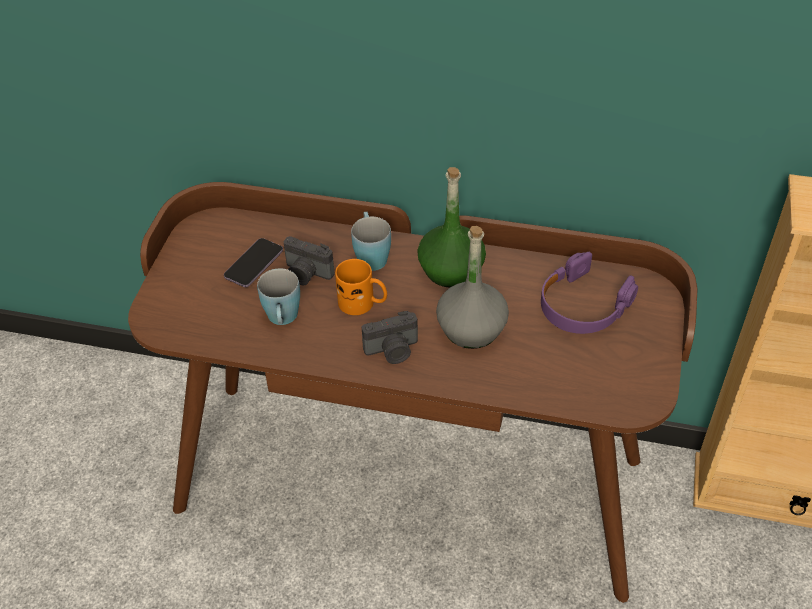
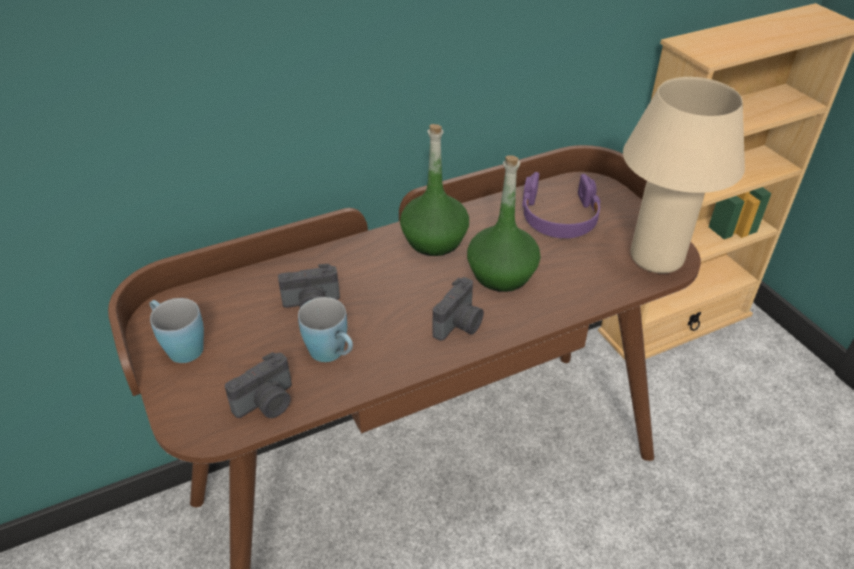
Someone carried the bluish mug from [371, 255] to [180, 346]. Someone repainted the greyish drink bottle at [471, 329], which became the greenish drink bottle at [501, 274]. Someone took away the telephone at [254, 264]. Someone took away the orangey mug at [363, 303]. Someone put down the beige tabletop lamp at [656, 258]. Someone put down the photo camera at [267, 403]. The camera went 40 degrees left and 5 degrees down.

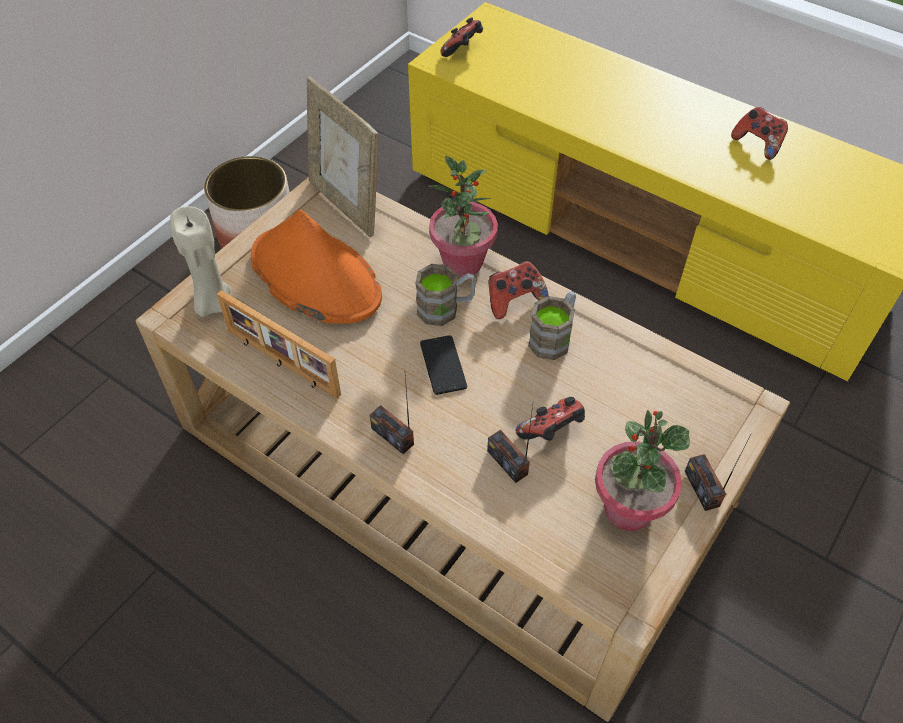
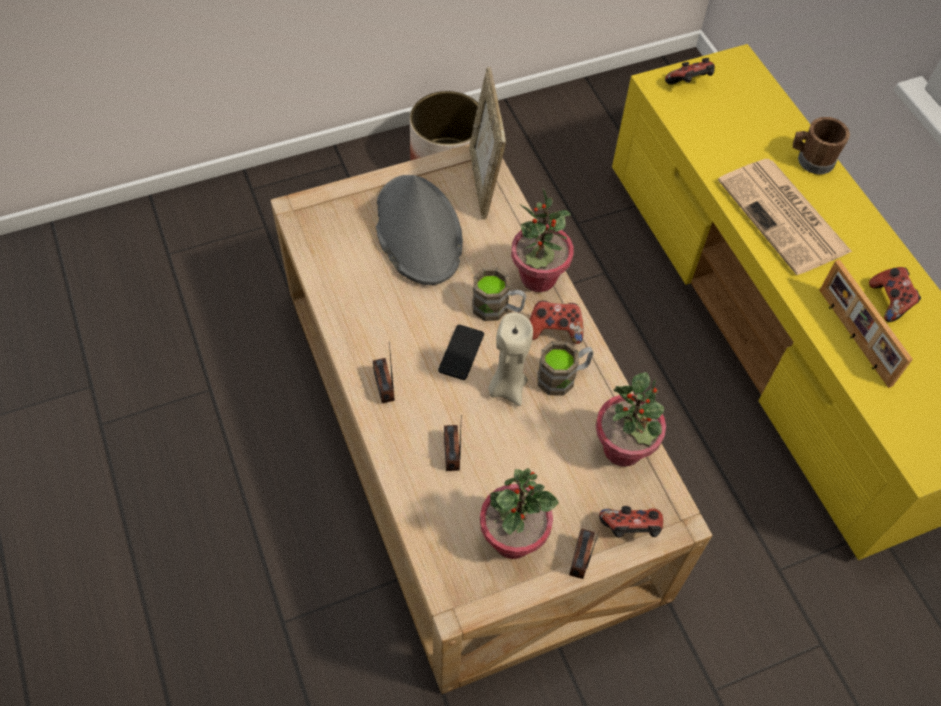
Someone carried the beige wax light from [213, 303] to [507, 387]. Someone repainted the orangey wearable hat at [314, 276], which became the greyish wearable hat at [417, 230]. Someone carried the picture frame from [281, 363] to [853, 337]. Someone carried the game controller from [551, 431] to [630, 530]. Someone put down the brown mug at [811, 160]. Someone put down the newspaper at [785, 217]. Someone put down the potted plant at [623, 449]. The camera went 30 degrees right and 5 degrees up.

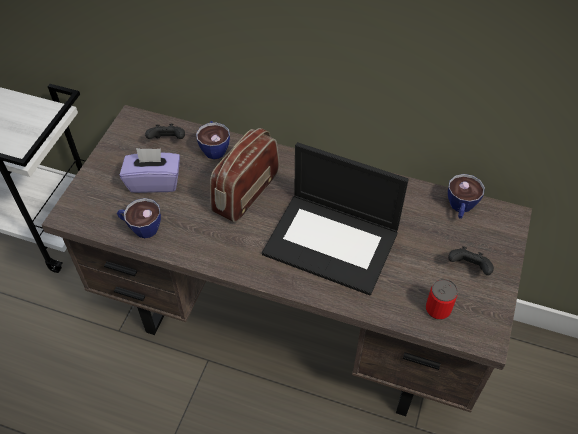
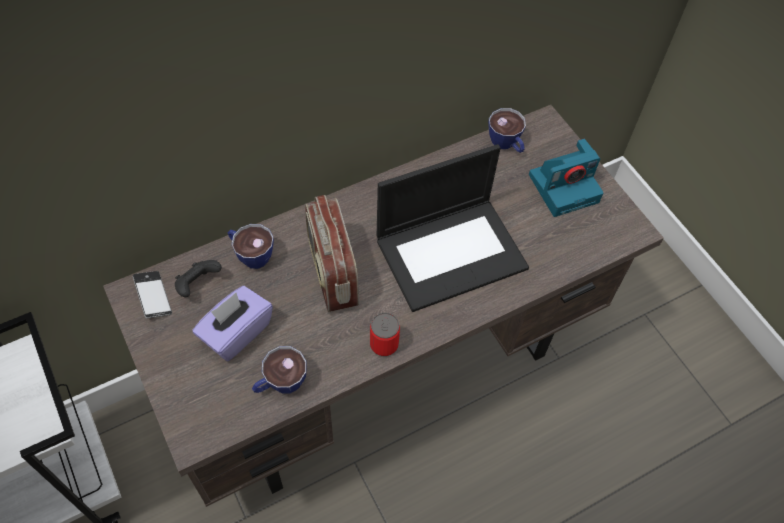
Someone swapped the black game controller at [468, 268] for the photo camera at [564, 187]. Someone carried the can from [438, 309] to [384, 344]. Someone put down the telephone at [153, 297]. The camera went 50 degrees left and 5 degrees up.

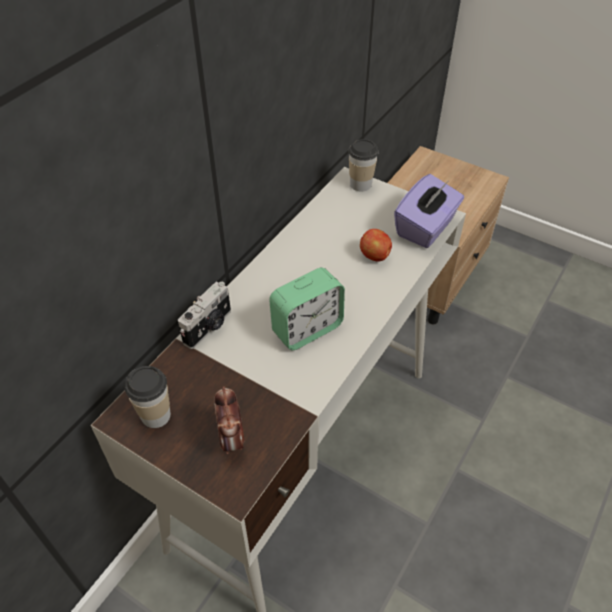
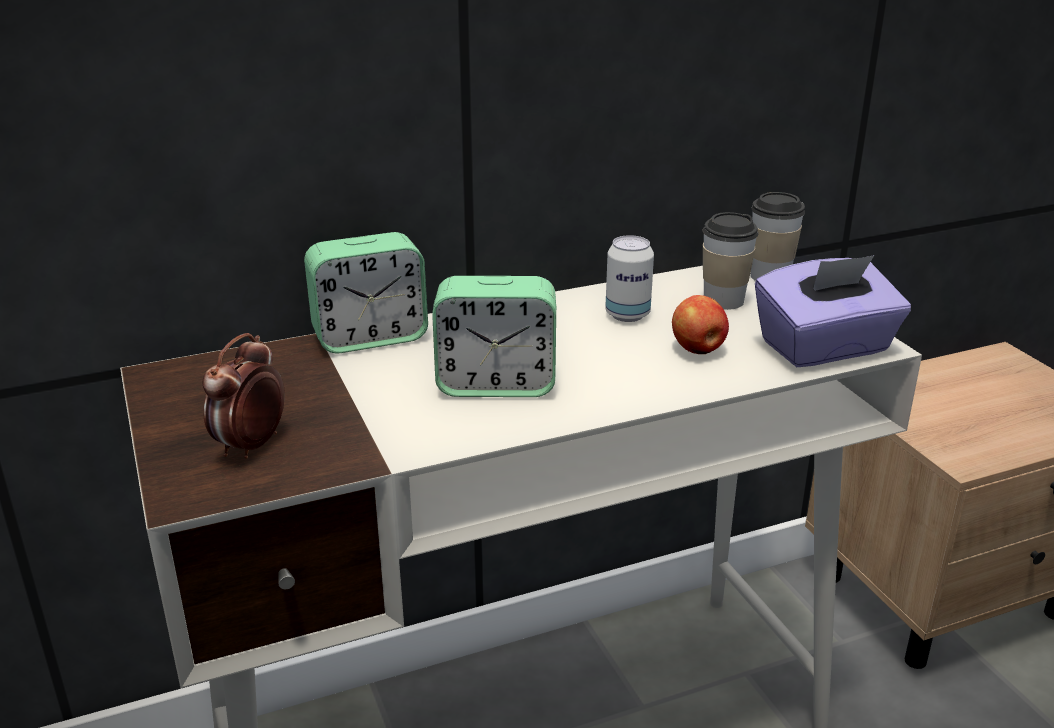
Someone swapped the photo camera at [209, 327] for the table clock at [370, 337]. Someone carried the small cup from [155, 415] to [723, 300]. Someone put down the can at [627, 315]. The camera went 35 degrees right and 20 degrees down.

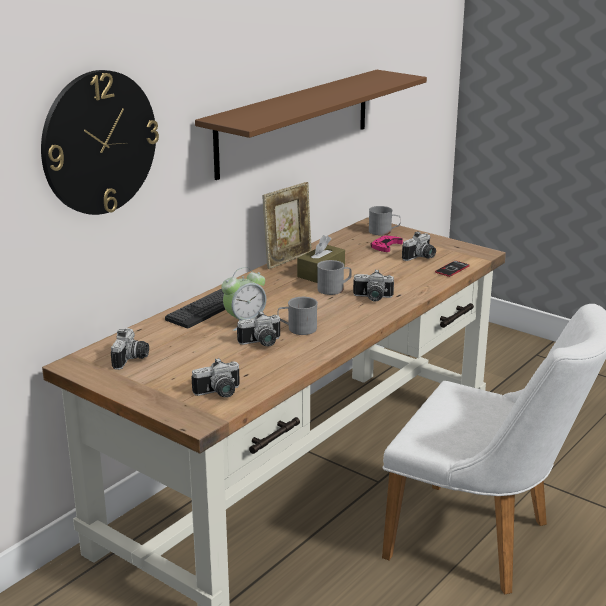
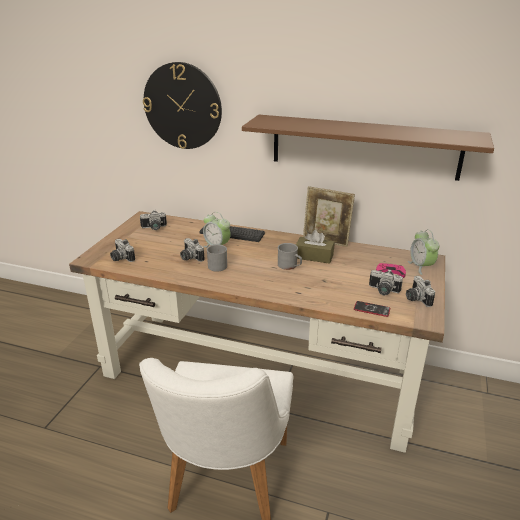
Someone swapped the greyish mug at [384, 231] for the table clock at [421, 267]. Someone carried the photo camera from [372, 298] to [416, 298]. The camera went 70 degrees right and 5 degrees up.

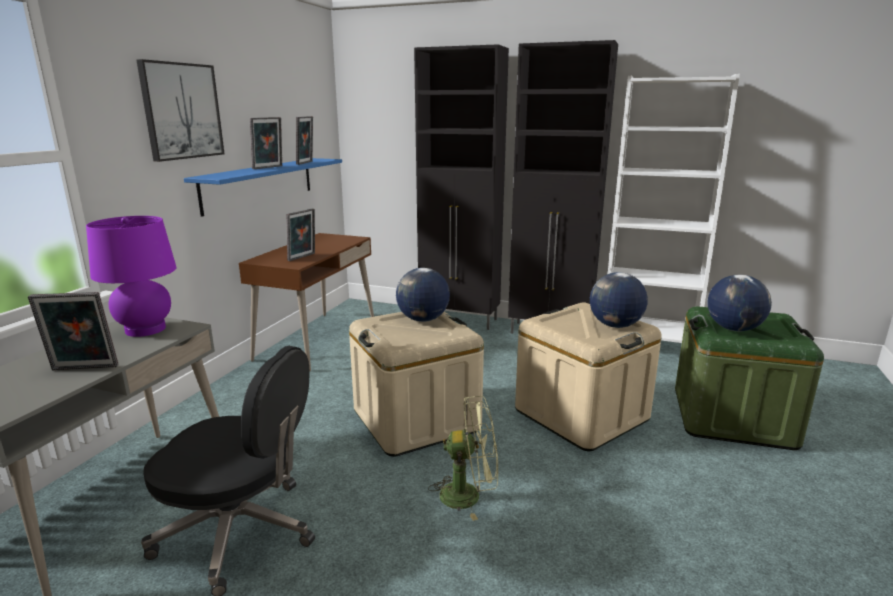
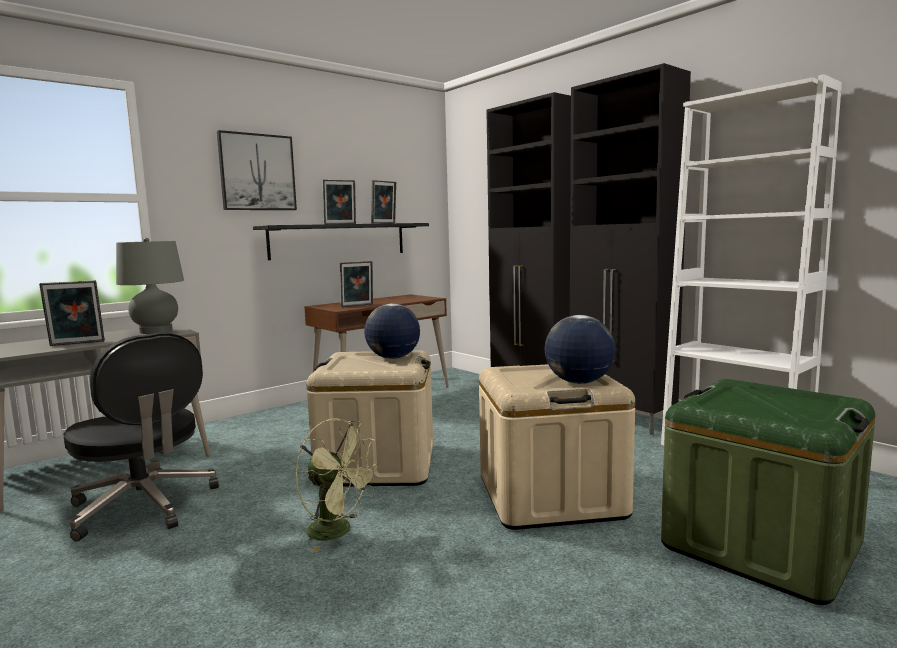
Someone repainted the bluish wall shelf at [260, 184], which became the black wall shelf at [339, 240]. Someone repainted the purple-coloured tabletop lamp at [145, 329], which became the greyish tabletop lamp at [156, 331]. Someone took away the globe at [733, 329]. Someone rotated the picture frame at [83, 369] by 45 degrees counterclockwise. The camera went 30 degrees right and 10 degrees down.

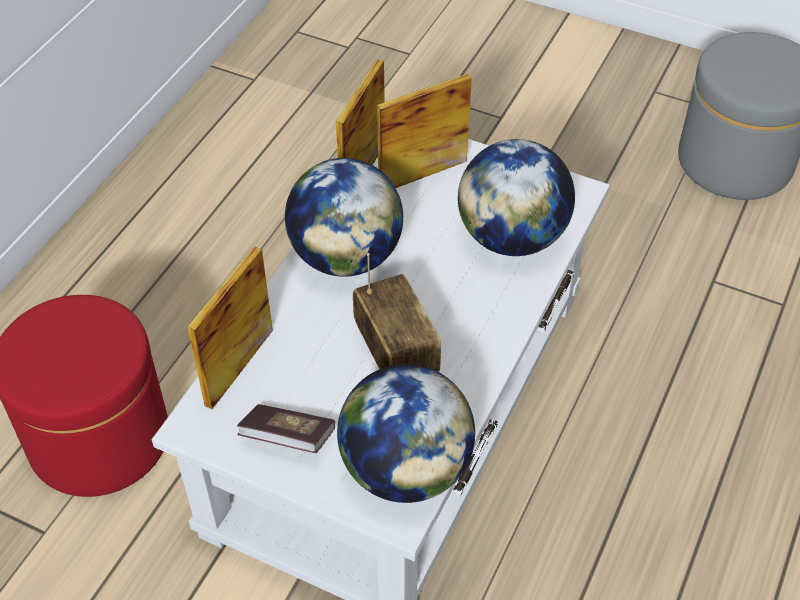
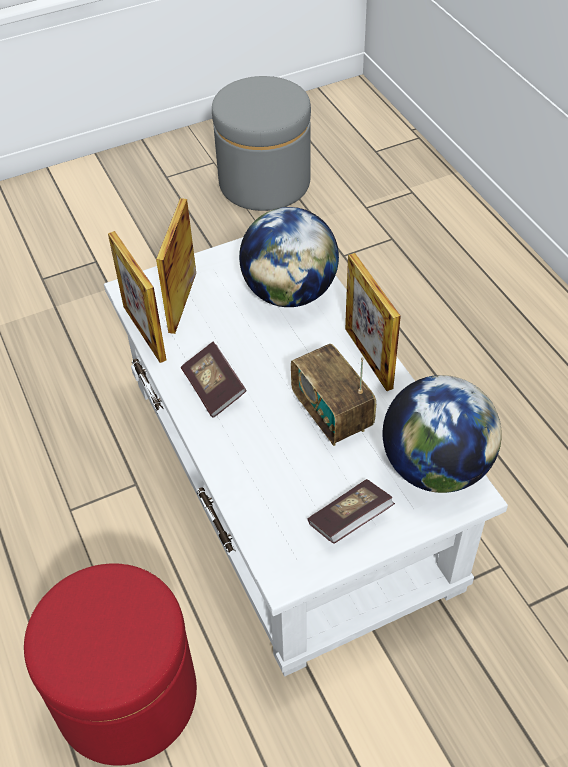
Someone swapped the globe at [346, 257] for the book at [214, 389]. Someone carried the picture frame from [239, 367] to [368, 358]. Someone rotated the radio at [396, 355] by 135 degrees counterclockwise. The camera went 50 degrees left and 0 degrees up.

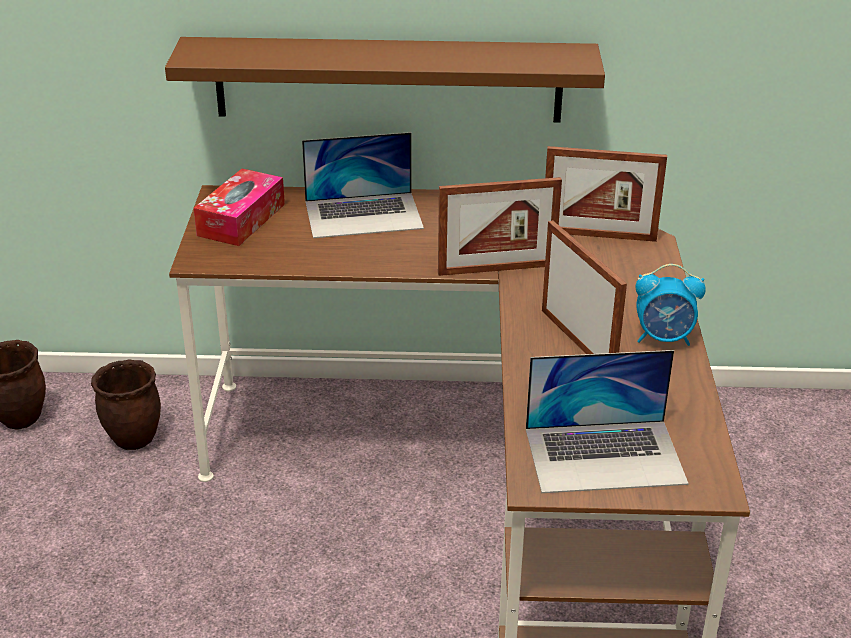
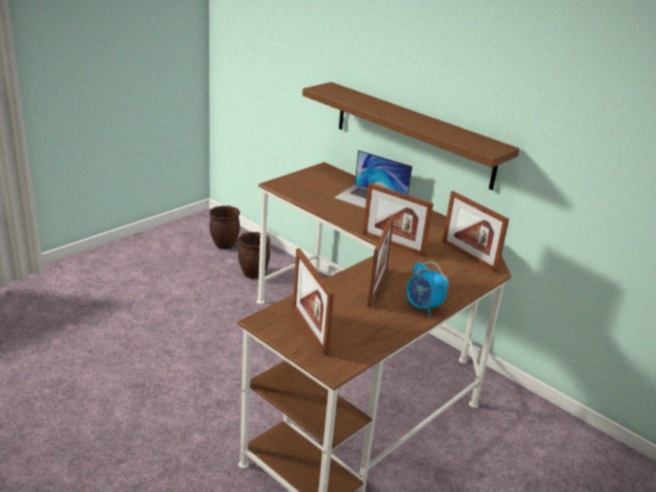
Someone took away the box of tissues at [241, 220]. Someone swapped the notebook computer at [605, 455] for the picture frame at [309, 330]. The camera went 40 degrees right and 5 degrees down.

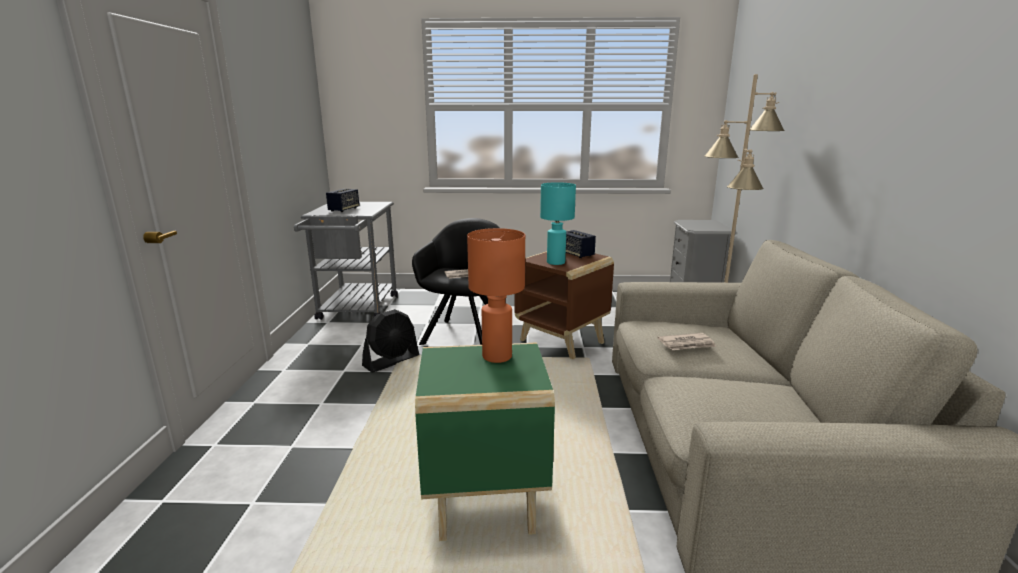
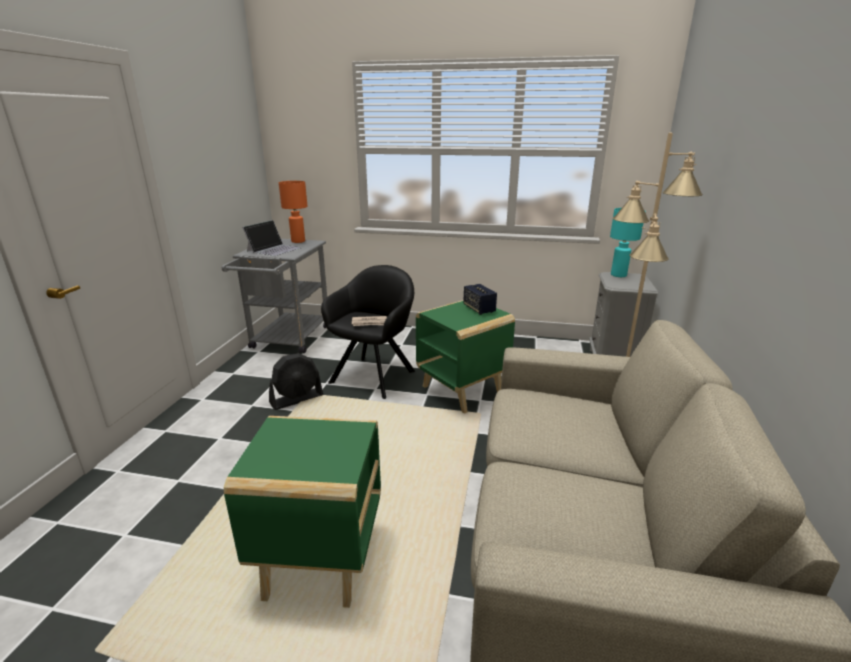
Someone carried the turquoise tabletop lamp from [556, 262] to [619, 275]. Someone swapped the loudspeaker at [344, 209] for the notebook computer at [274, 249]. Someone carried the orangey tabletop lamp from [498, 356] to [298, 241]. Someone repainted the brown end table at [563, 341], which became the greenish end table at [463, 392]. Someone took away the newspaper at [687, 344]. The camera went 10 degrees right and 5 degrees up.

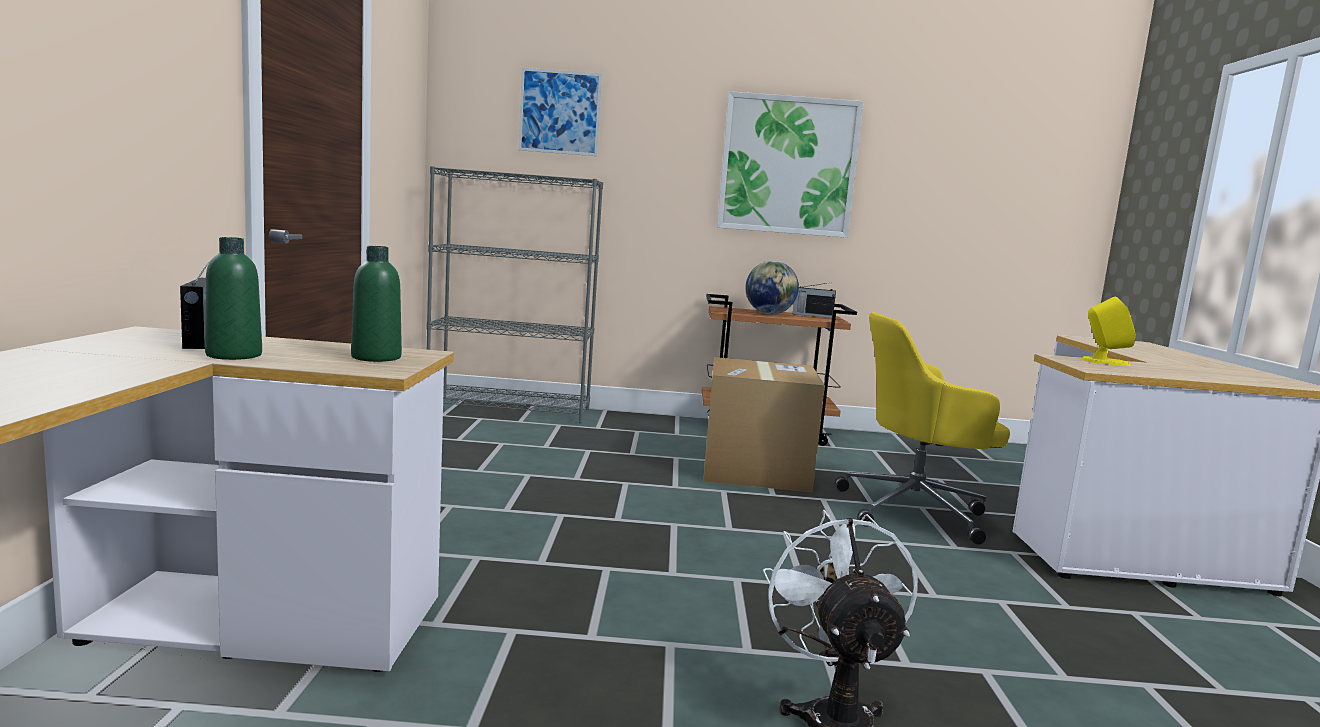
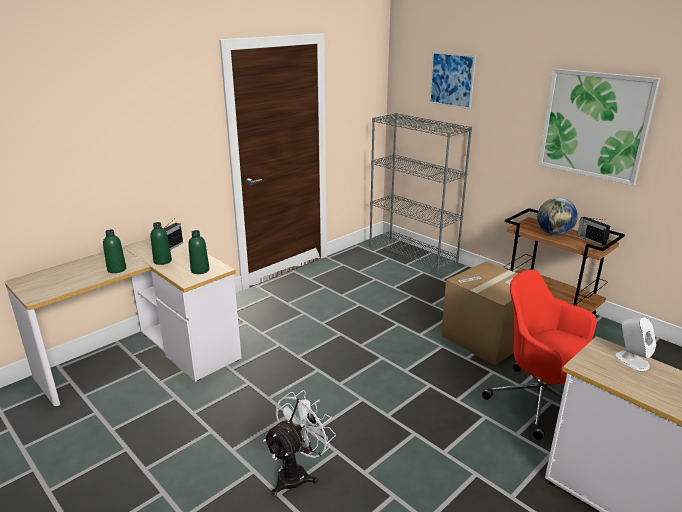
Someone repainted the yellowish loudspeaker at [1104, 362], which became the whitish loudspeaker at [631, 360]. Someone repainted the yellowish desk chair at [915, 511], which became the reddish desk chair at [540, 402]. Someone put down the greenish drink bottle at [117, 269]. The camera went 45 degrees right and 15 degrees up.

